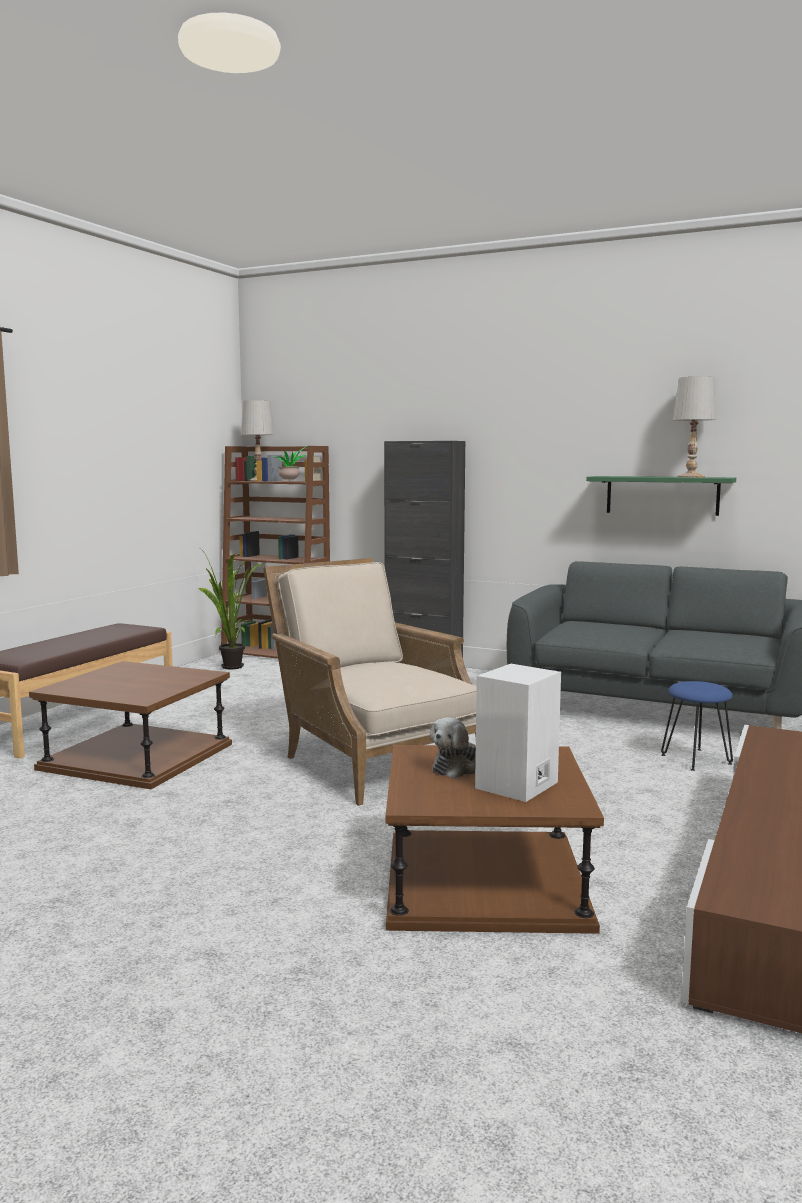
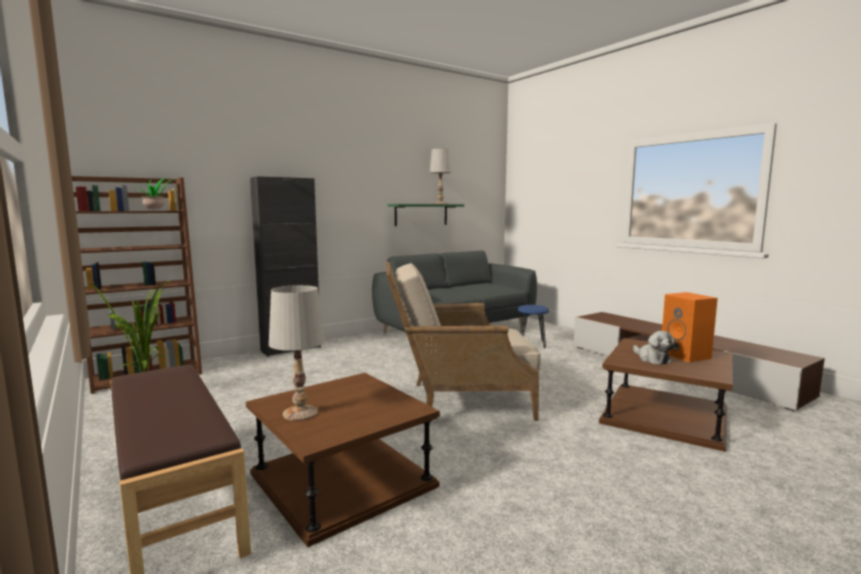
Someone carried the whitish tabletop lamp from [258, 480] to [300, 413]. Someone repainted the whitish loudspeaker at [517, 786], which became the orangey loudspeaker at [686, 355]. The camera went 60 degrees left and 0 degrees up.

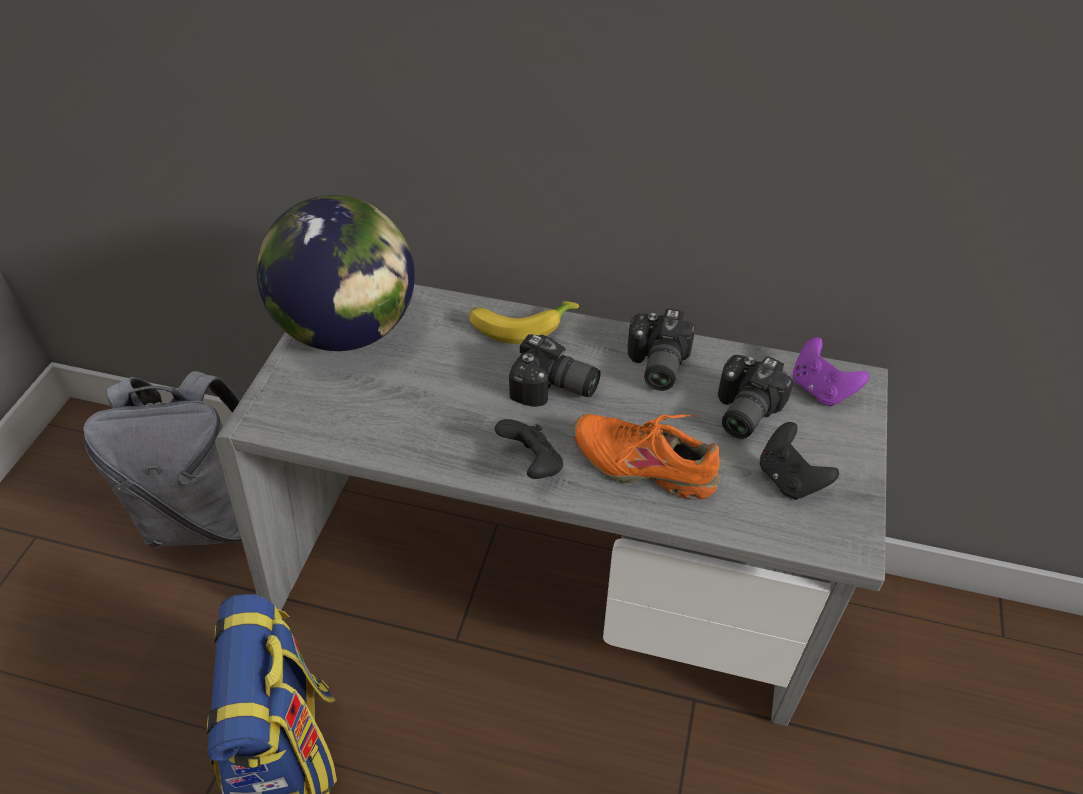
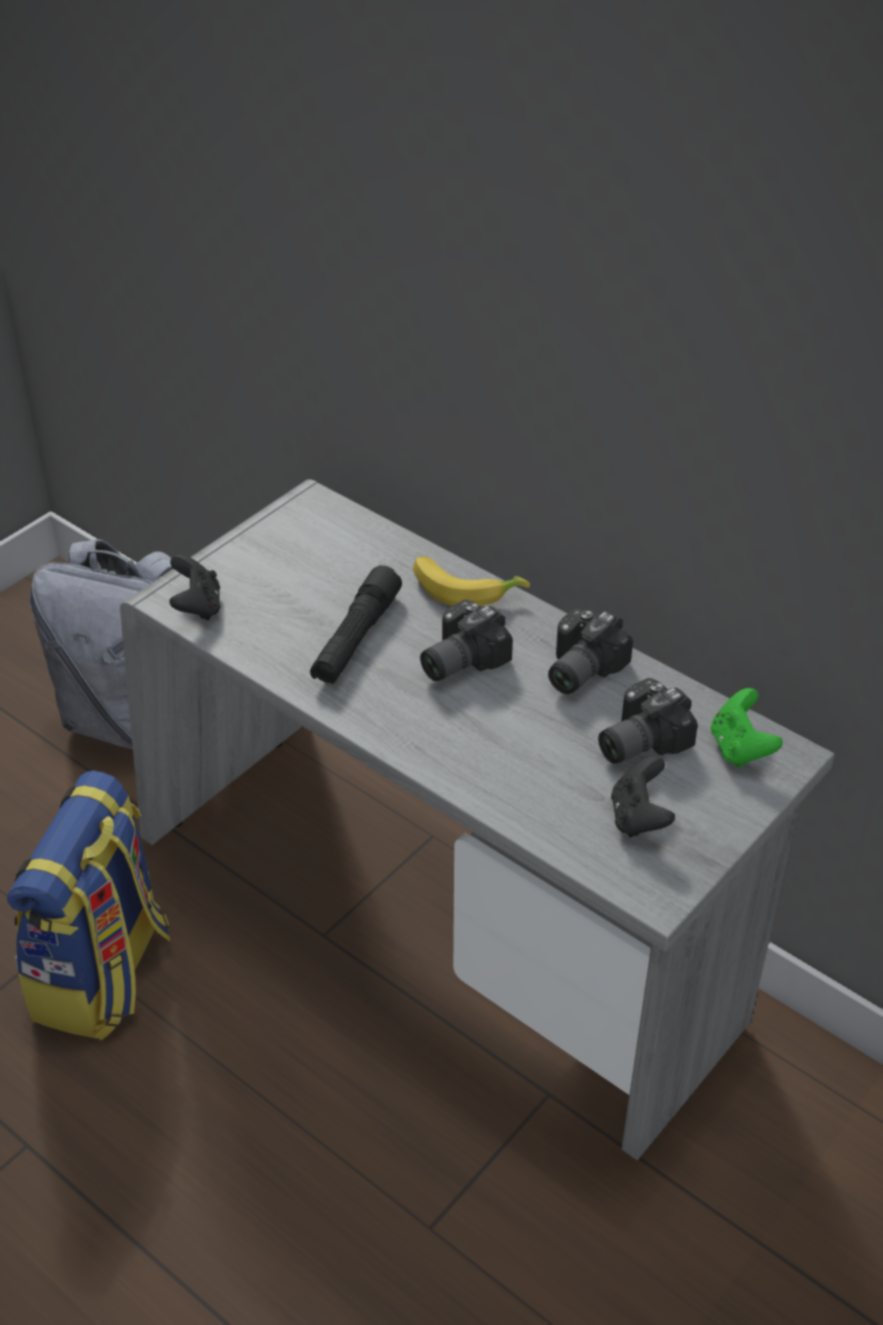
Someone took away the globe at [350, 330]. Someone rotated the photo camera at [554, 389] by 90 degrees clockwise. Someone repainted the purple-coloured game controller at [820, 389], which became the greenish game controller at [740, 748]. Someone took away the orangey shoe at [644, 464]. Someone carried the black game controller from [532, 464] to [197, 606]. Someone put down the black torch at [356, 638]. The camera went 25 degrees right and 5 degrees down.

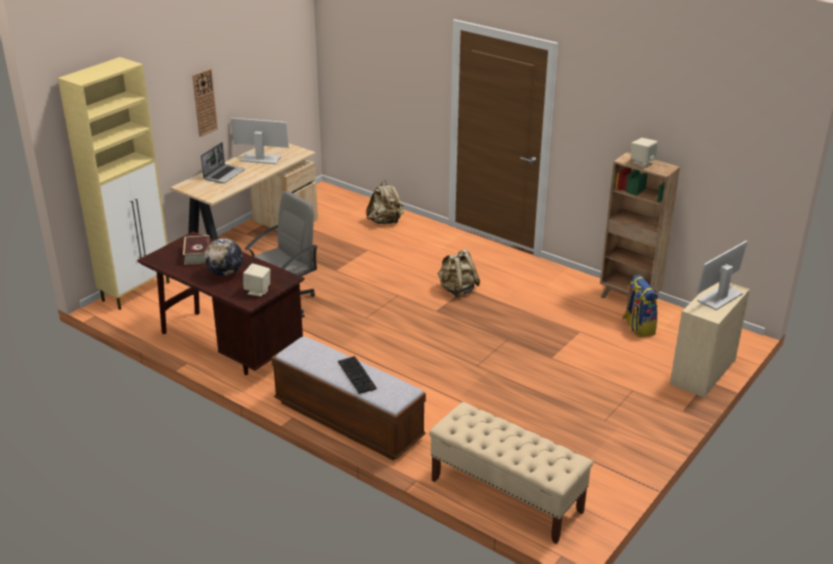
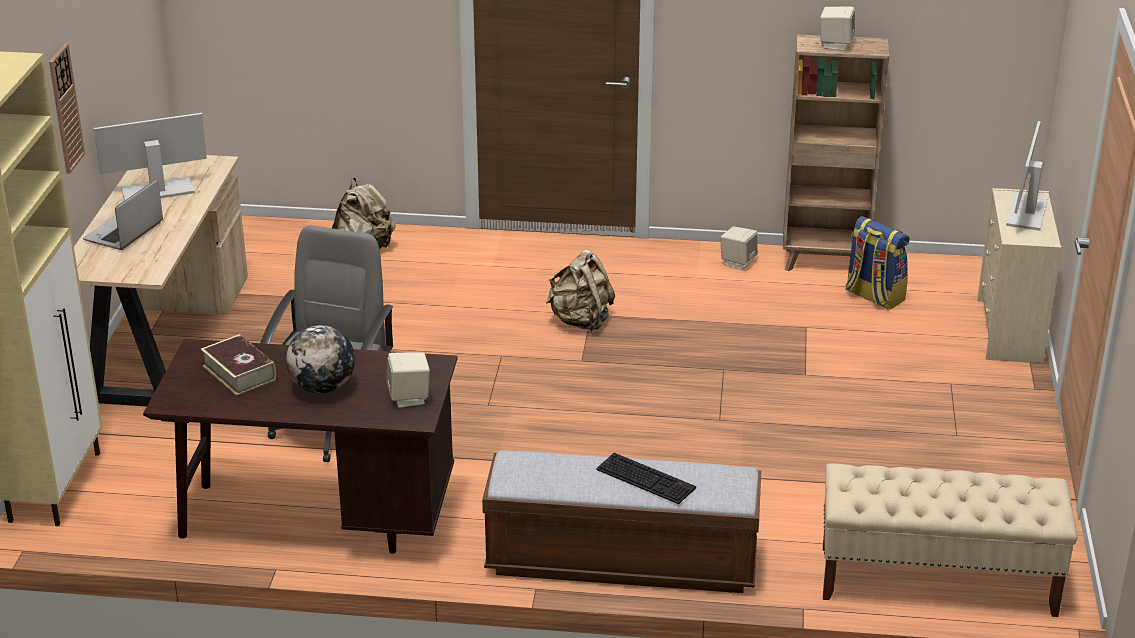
Someone rotated the notebook computer at [224, 174] by 150 degrees counterclockwise. Someone put down the beige loudspeaker at [738, 262]. The camera went 30 degrees left and 0 degrees up.

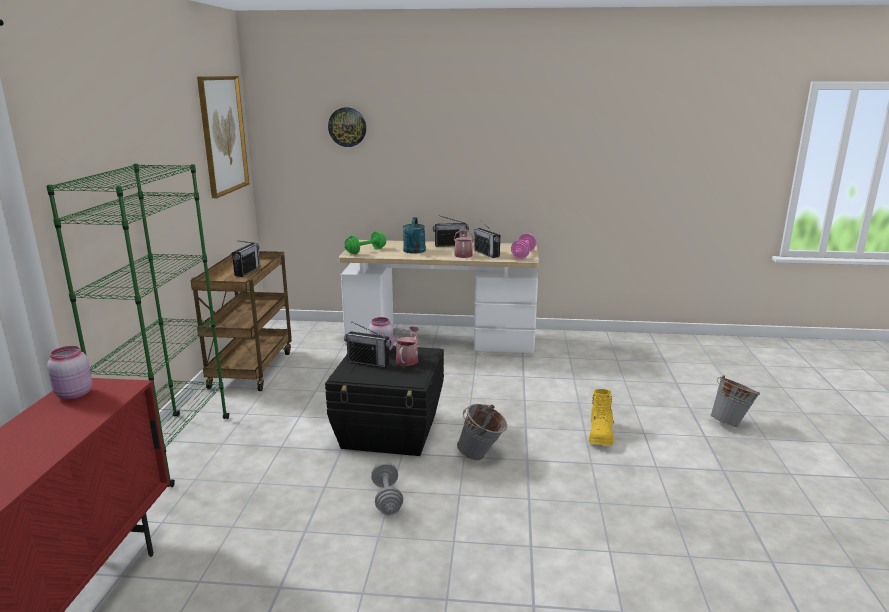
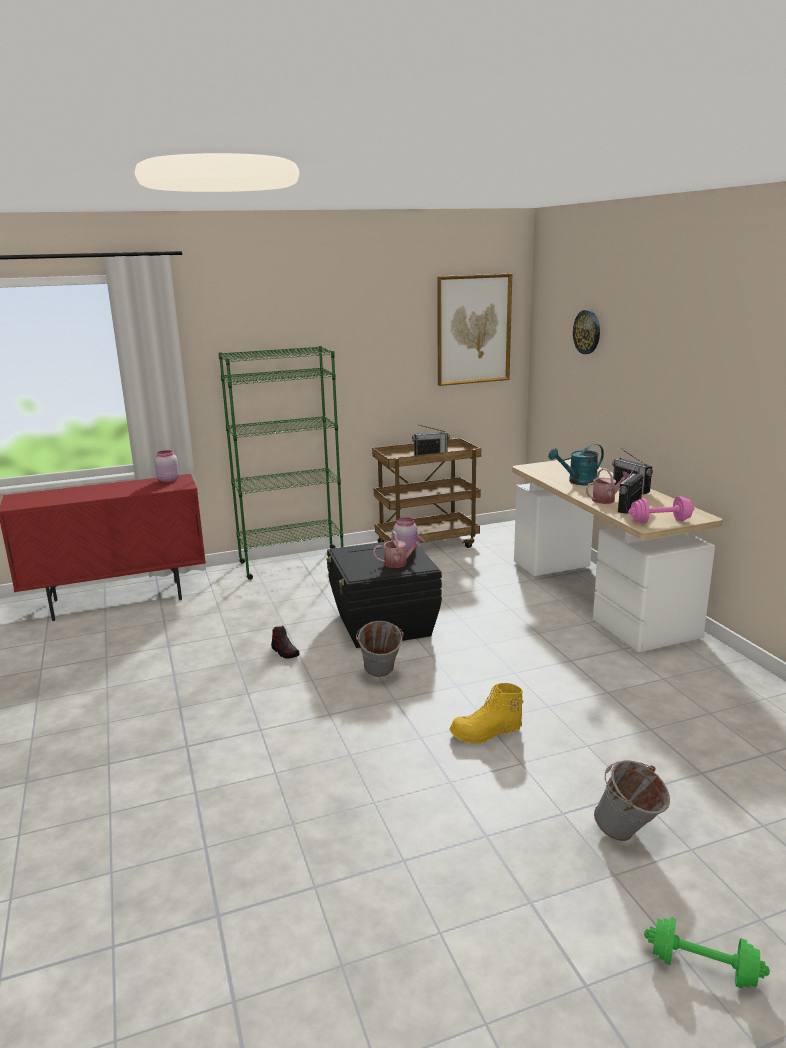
Someone carried the greenish dumbbell from [366, 251] to [702, 967]. Someone took away the radio at [369, 362]. Someone swapped the greyish dumbbell at [387, 498] for the shoe at [285, 652]. The camera went 65 degrees right and 0 degrees up.

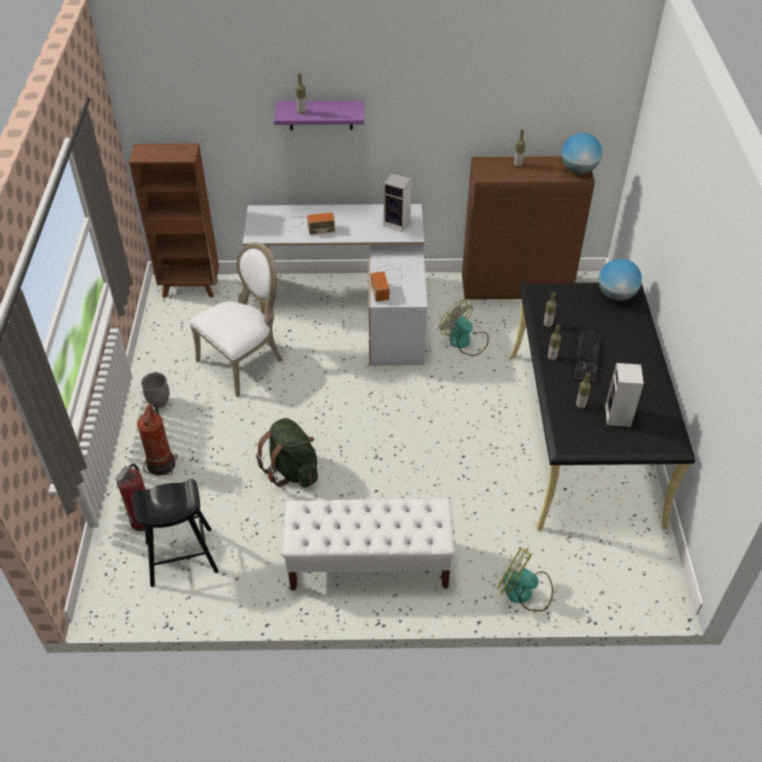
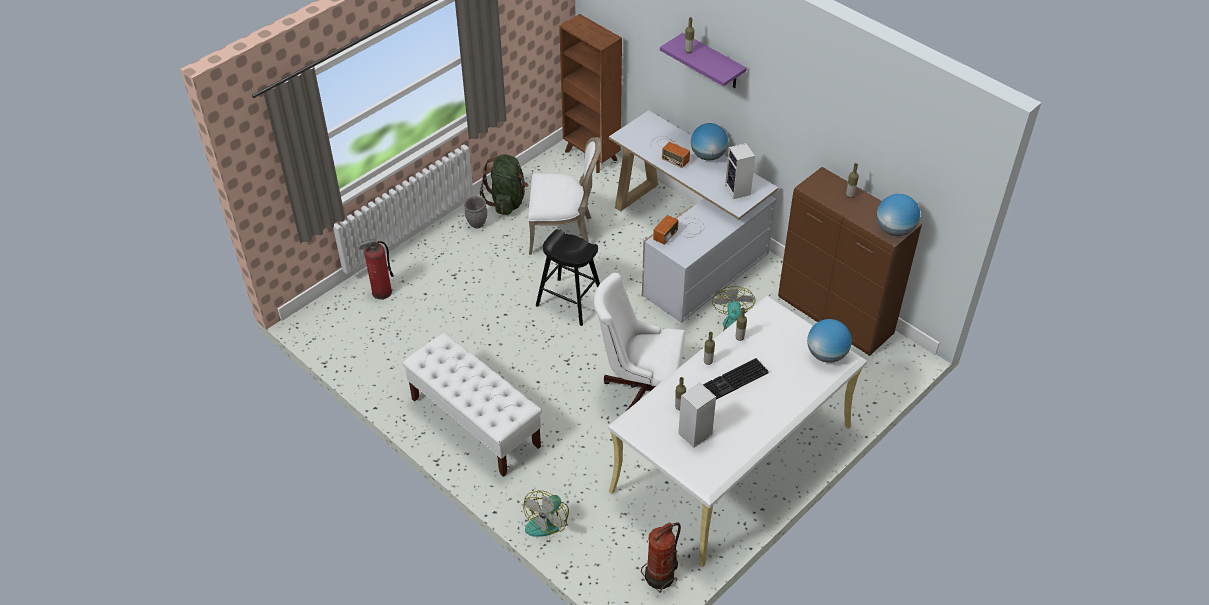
Someone repainted the black desk table at [583, 436], which became the whitish desk table at [731, 459]. Someone carried the fire extinguisher from [162, 464] to [661, 576]. Someone carried the greenish backpack from [292, 470] to [507, 201]. Someone carried the black sitting stool from [182, 557] to [570, 302]. Someone rotated the electric fan at [524, 591] by 135 degrees counterclockwise. Someone put down the globe at [708, 156]. Someone put down the whitish desk chair at [640, 389]. The camera went 45 degrees right and 0 degrees up.

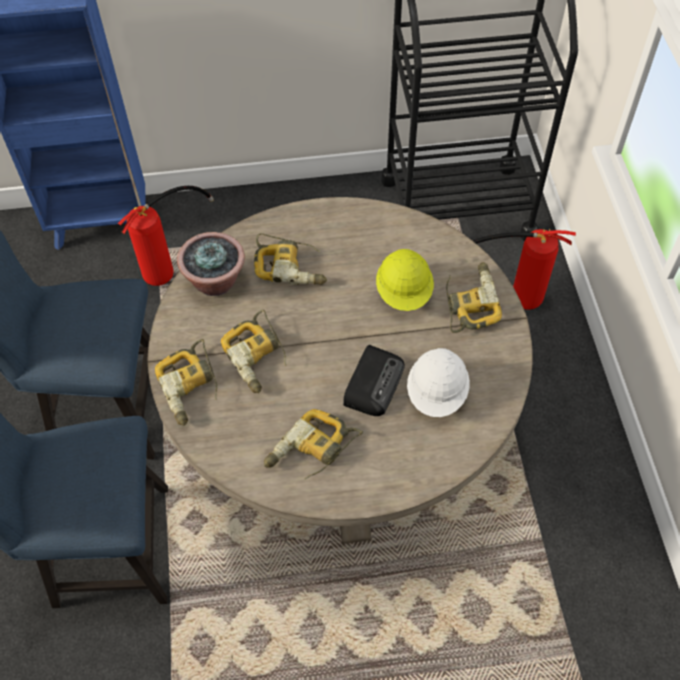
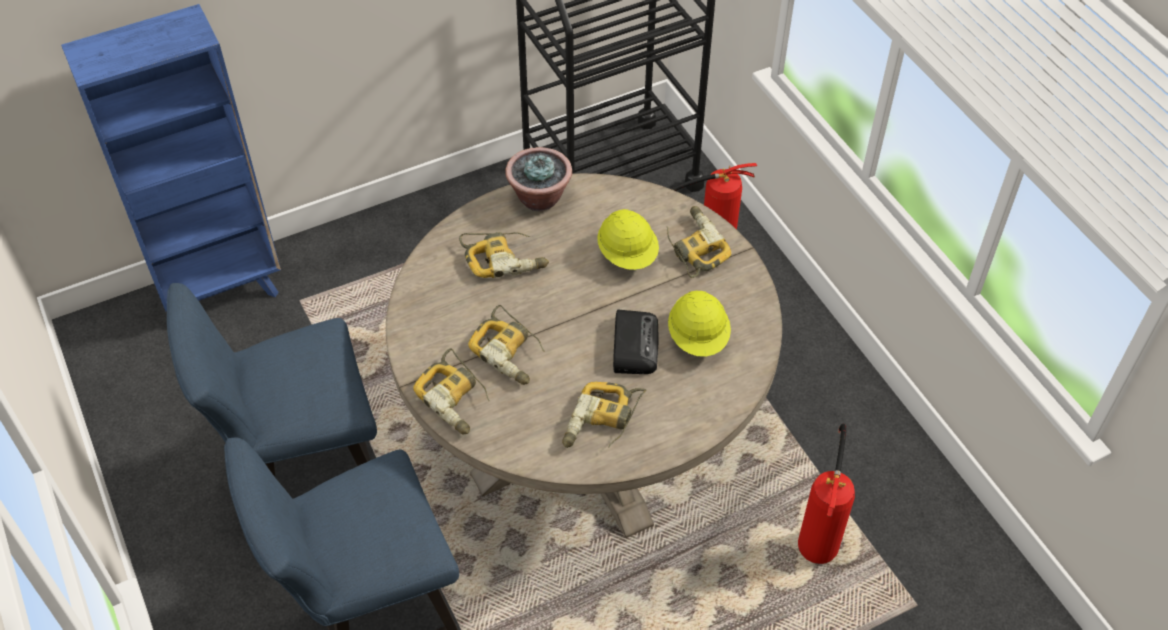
Someone carried the fire extinguisher from [171, 263] to [822, 527]. Someone carried the potted plant from [215, 282] to [539, 198]. Someone repainted the whitish hard hat at [437, 393], which became the yellowish hard hat at [698, 338]. The camera went 20 degrees left and 5 degrees down.

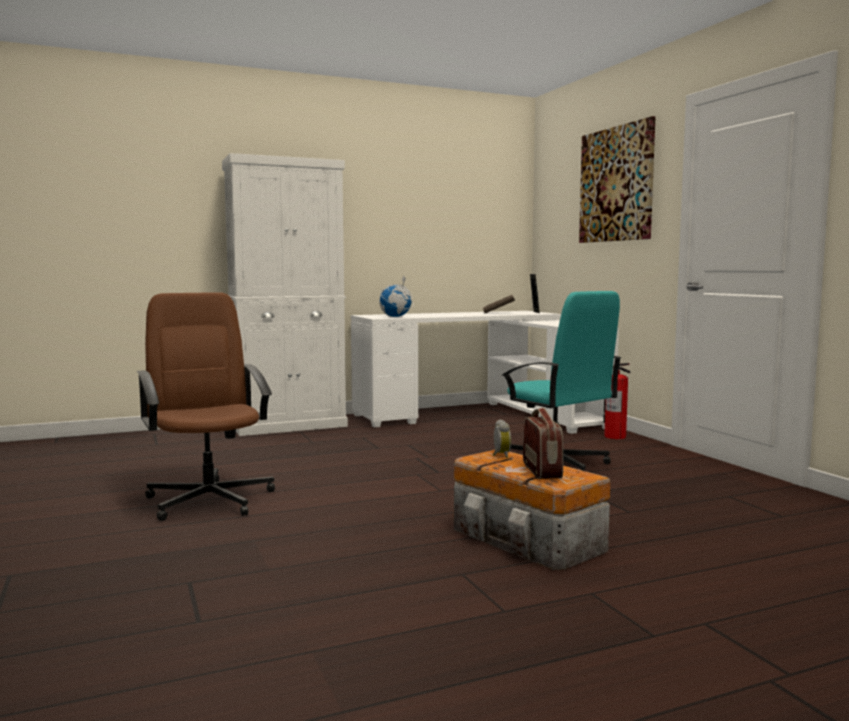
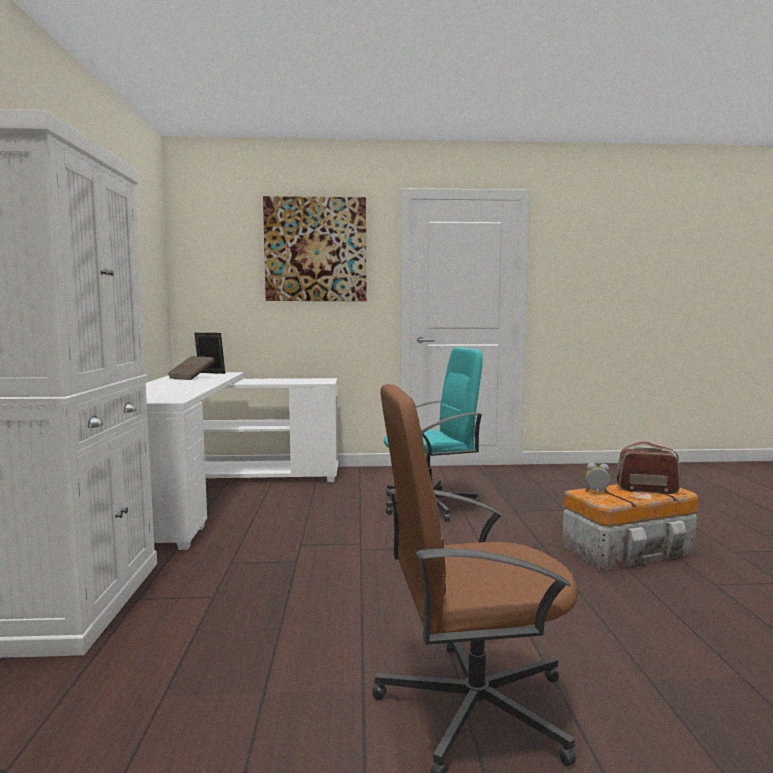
Someone took away the globe at [396, 317]. Someone took away the fire extinguisher at [614, 436]. The camera went 70 degrees left and 0 degrees up.

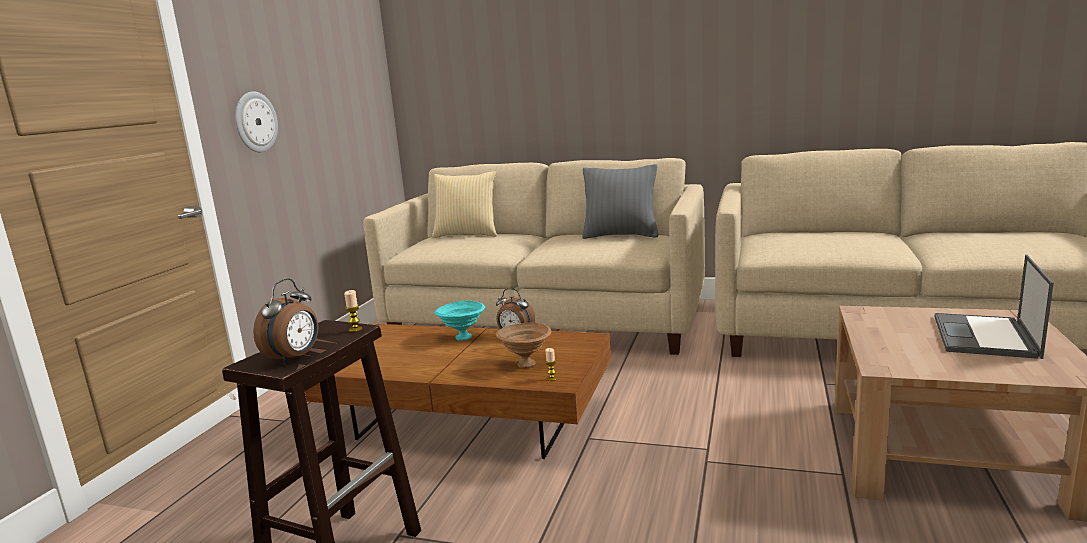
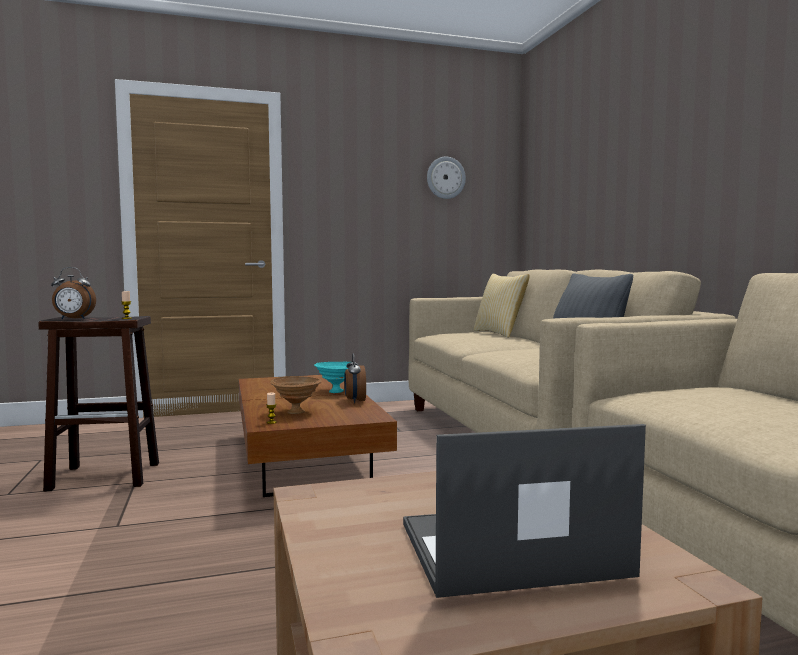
Someone carried the hanging clock from [255, 122] to [445, 178]. The camera went 55 degrees right and 10 degrees down.

